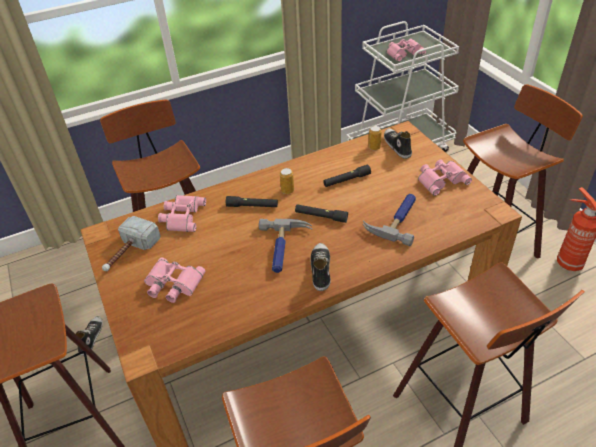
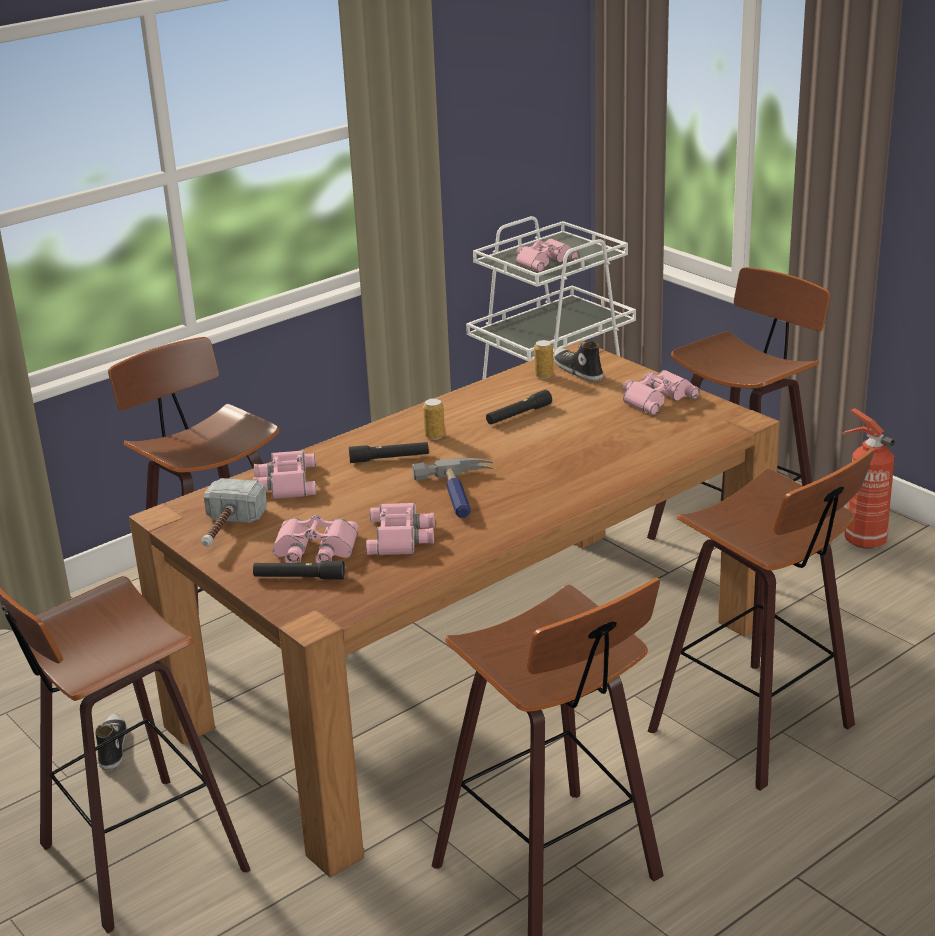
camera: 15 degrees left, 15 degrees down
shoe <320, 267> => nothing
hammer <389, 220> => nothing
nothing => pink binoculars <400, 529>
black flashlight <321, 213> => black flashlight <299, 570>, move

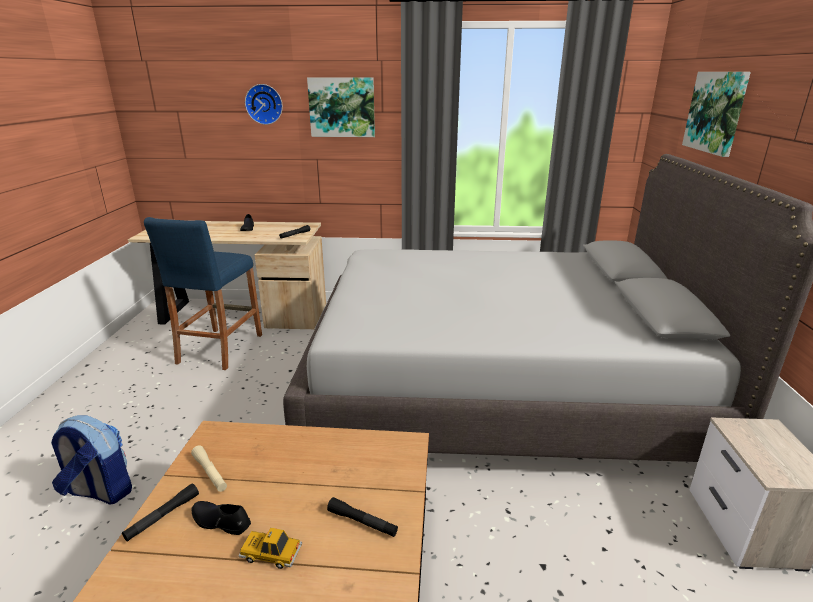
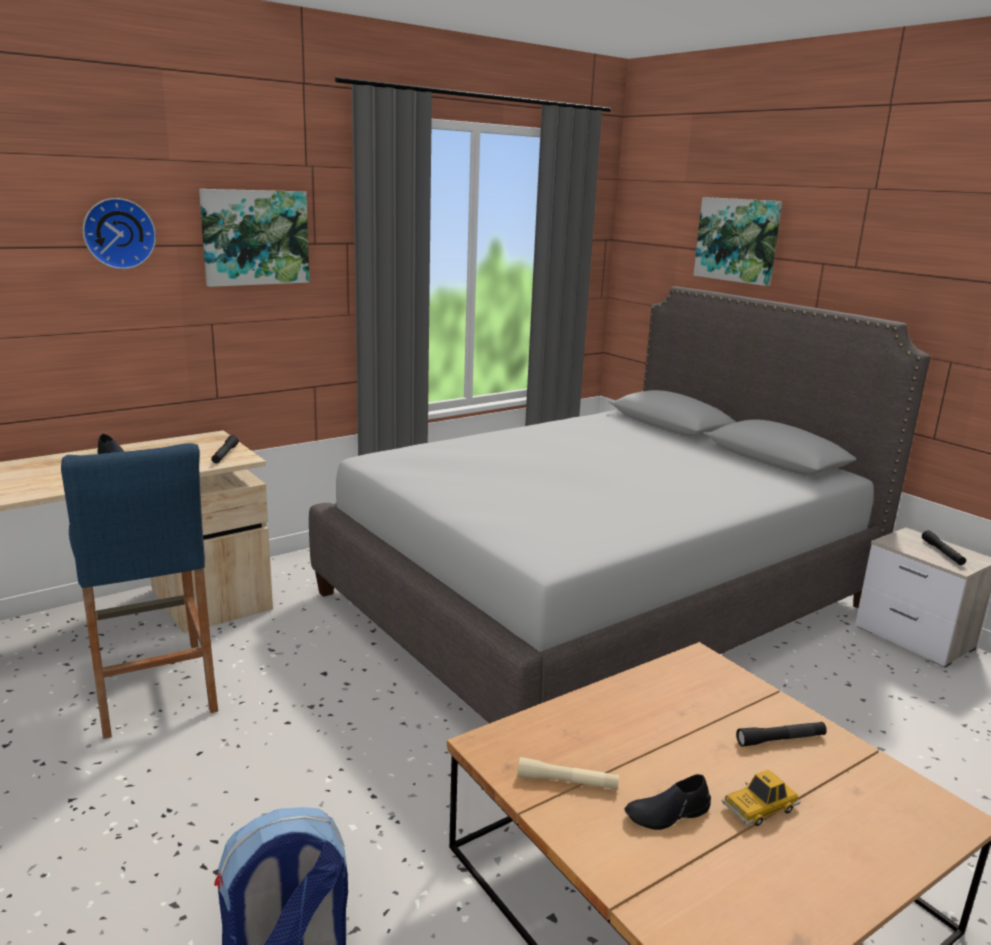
camera: 40 degrees left, 5 degrees down
black flashlight <160, 512> => black flashlight <944, 547>, move

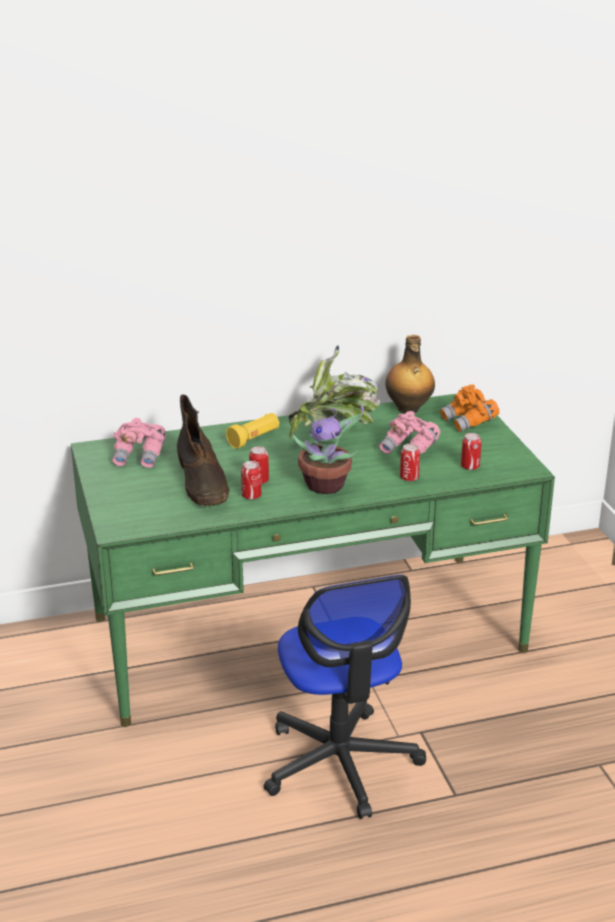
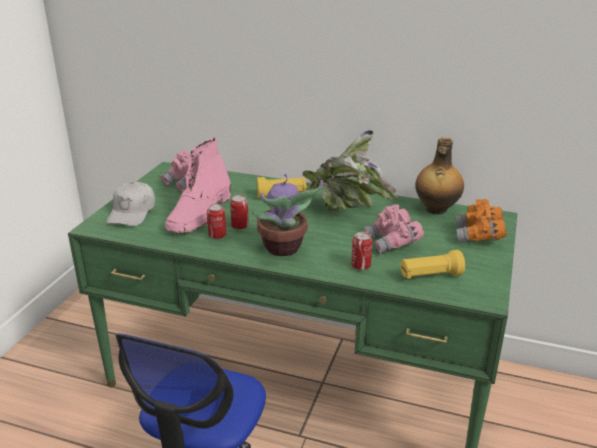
camera: 35 degrees right, 0 degrees up
nothing => white cap <130, 204>
can <471, 451> => yellow flashlight <432, 264>
brown boot <203, 450> => pink boot <198, 185>

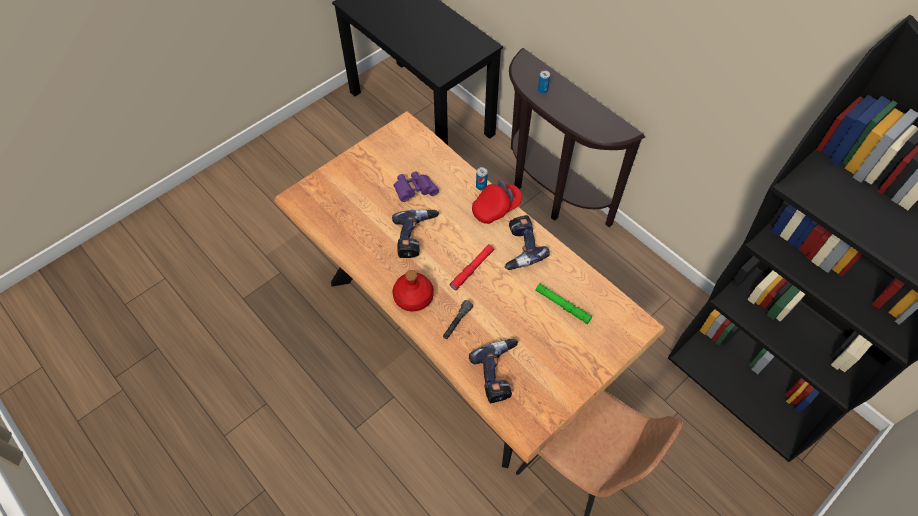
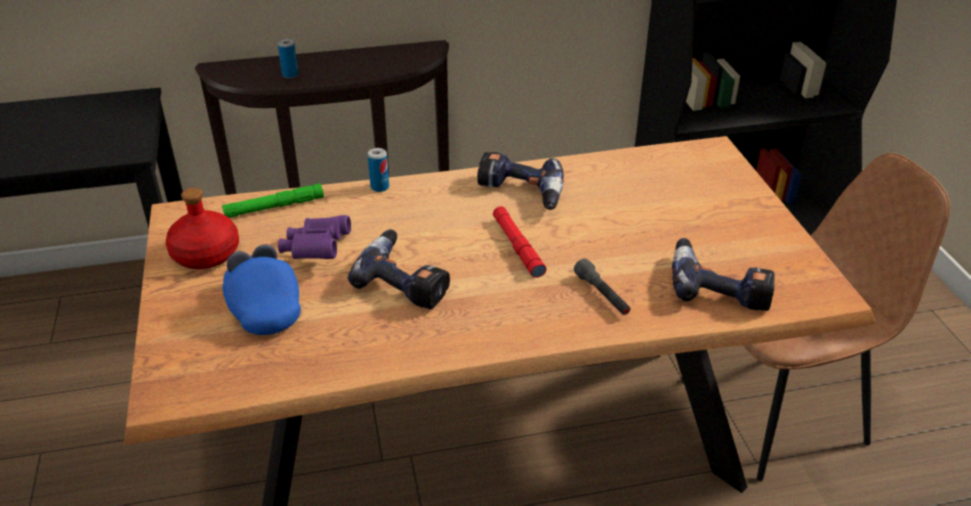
camera: 60 degrees left, 20 degrees down
red cap <497, 202> => nothing
nothing => blue cap <262, 289>
red bottle <413, 290> => red bottle <202, 228>, move
green flashlight <564, 304> => green flashlight <273, 200>, move

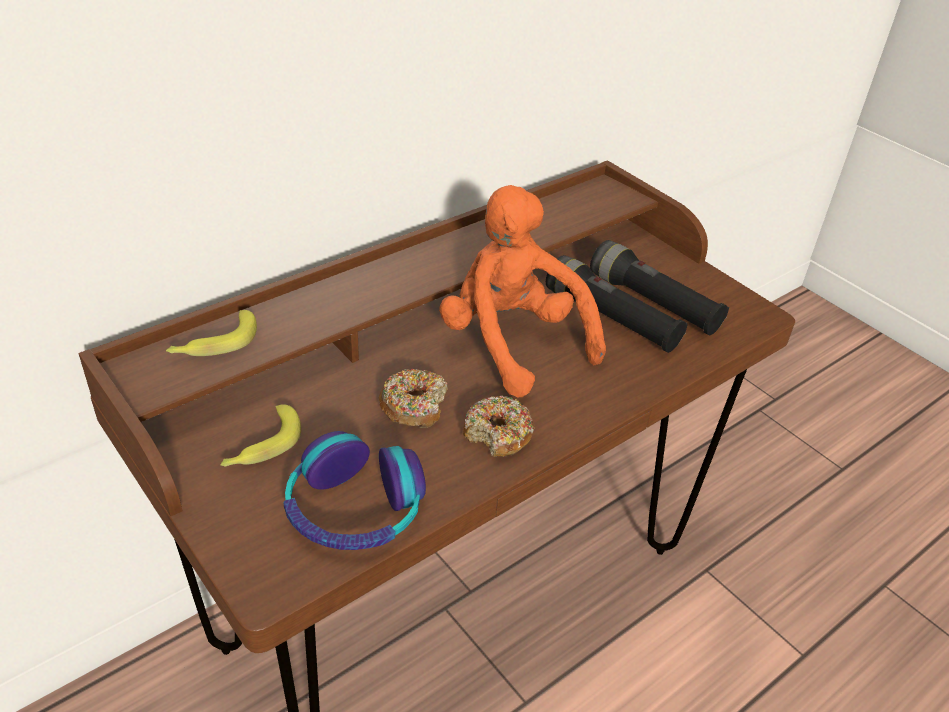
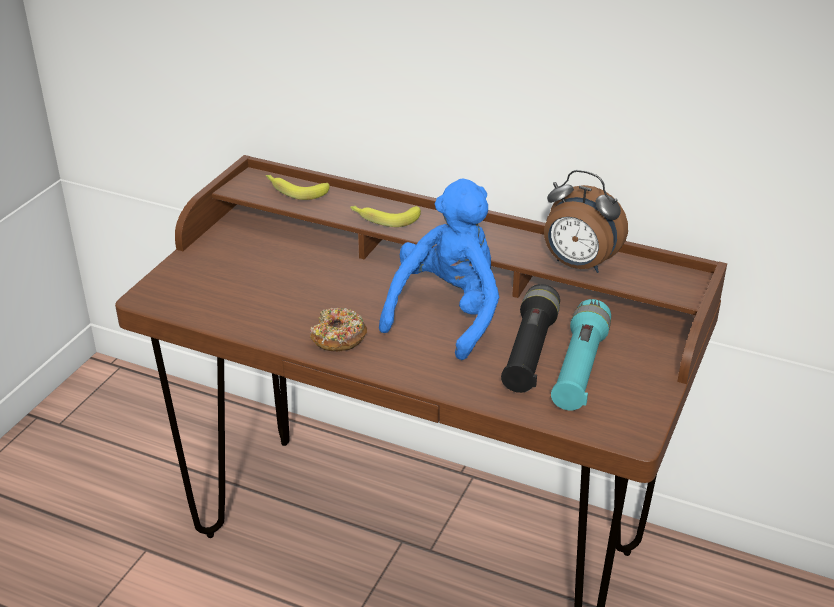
camera: 65 degrees right, 5 degrees down
headphones <354, 490> => nothing
donut <413, 398> => nothing
nothing => alarm clock <586, 221>
banana <260, 435> => banana <385, 216>, move
orange plush toy <522, 291> => blue plush toy <439, 269>
black flashlight <659, 287> => turquoise flashlight <581, 355>

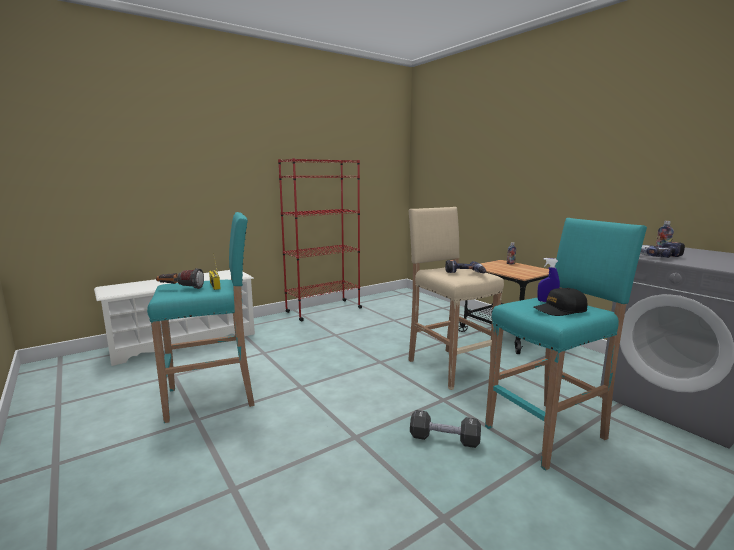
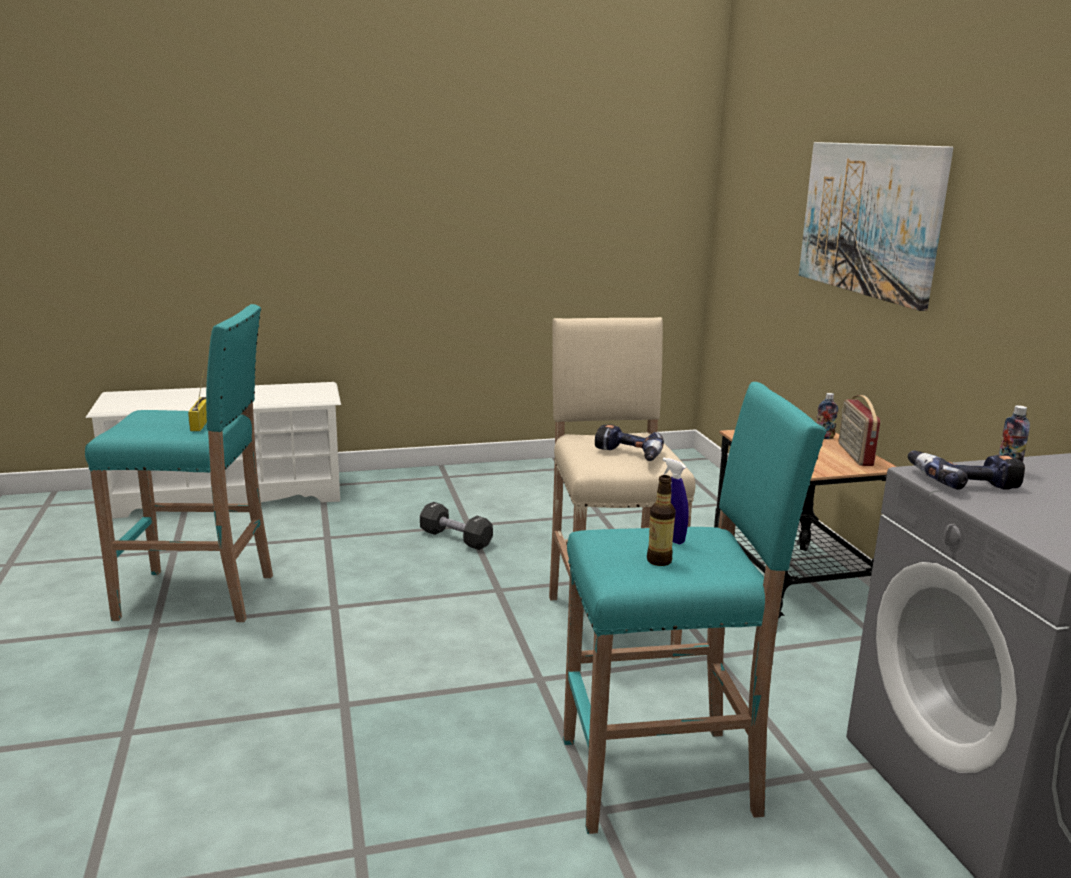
camera: 20 degrees right, 5 degrees up
flashlight <180, 278> => nothing
red bookcase <320, 239> => nothing
nothing => picture <876, 226>
nothing => radio <859, 430>
black dumbbell <445, 429> => black dumbbell <456, 526>, move
black cap <560, 302> => bottle <661, 520>

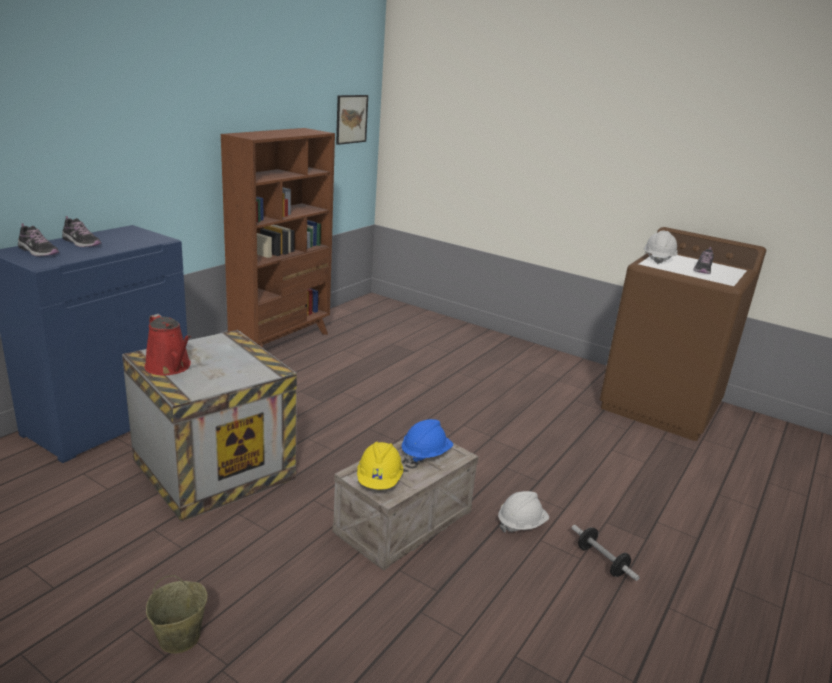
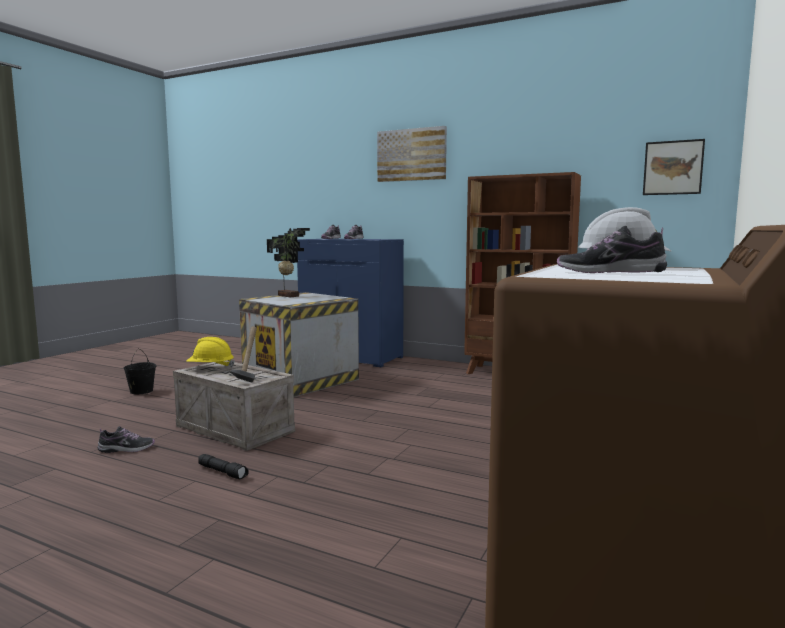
camera: 85 degrees right, 15 degrees down
dumbbell <606, 553> => nothing
nothing => shoe <126, 439>
nothing => picture <412, 154>
red watering can <167, 345> => potted plant <288, 262>
blue hard hat <427, 441> => hammer <243, 354>
white hard hat <523, 512> => black flashlight <223, 466>
beige bucket <176, 614> => black bucket <139, 371>

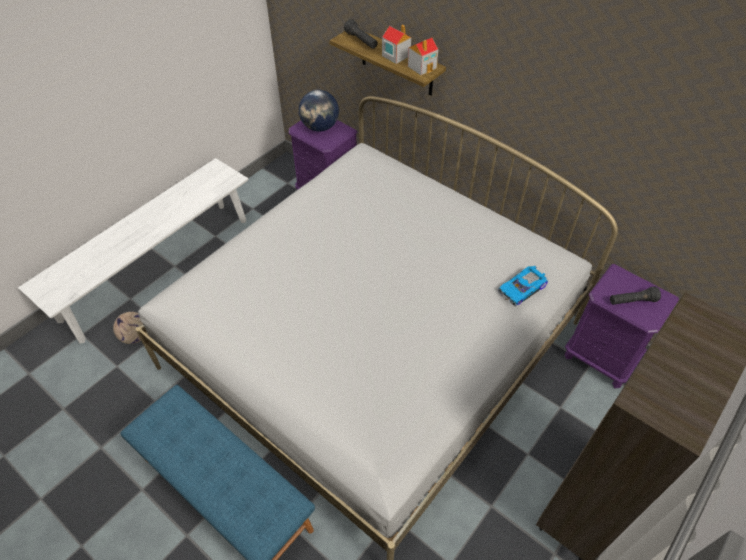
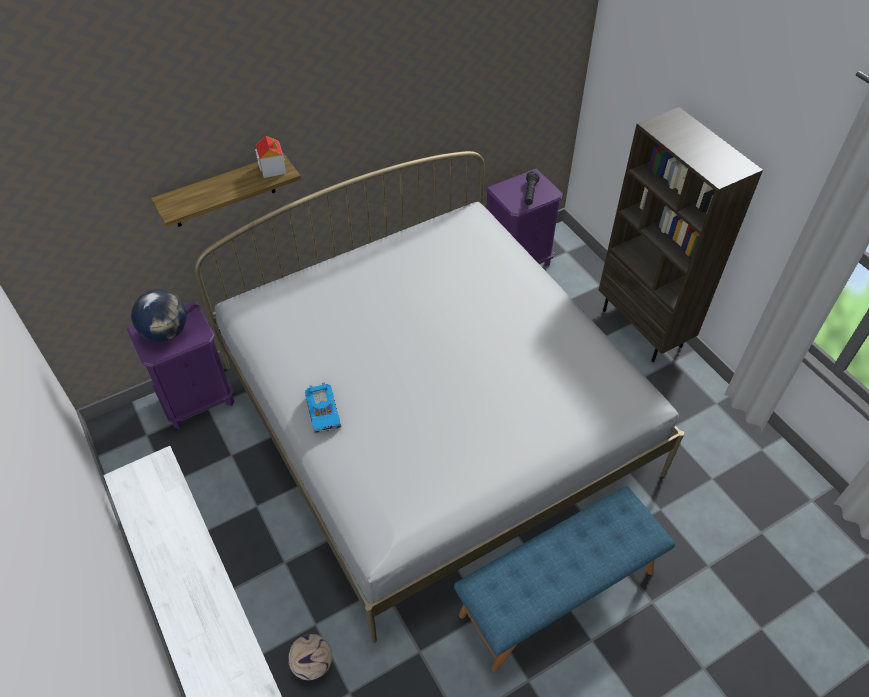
camera: 70 degrees left, 0 degrees up
black flashlight <361, 34> => nothing
toy house <396, 44> => nothing
toy car <523, 286> => toy car <323, 408>, move

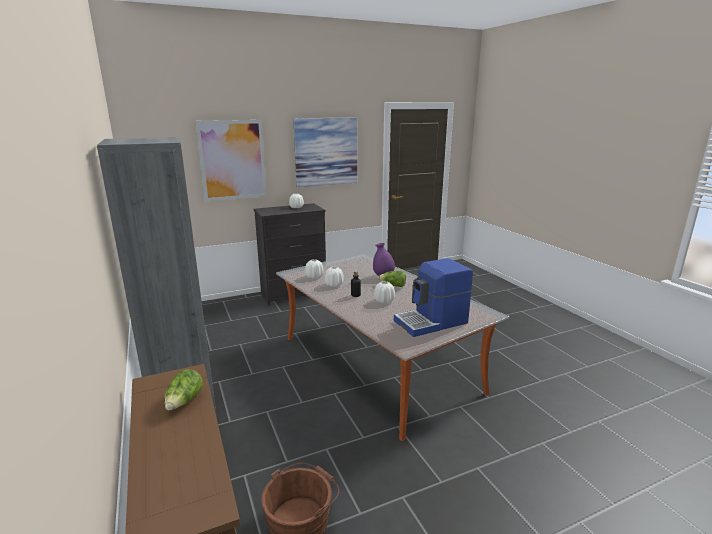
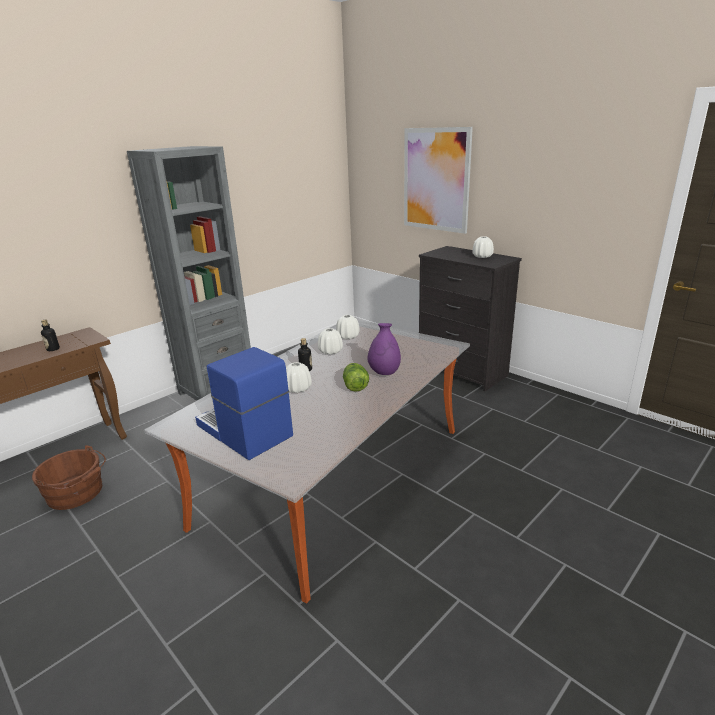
camera: 70 degrees right, 5 degrees up
picture <325, 152> => nothing
lettuce <184, 390> => bottle <50, 335>

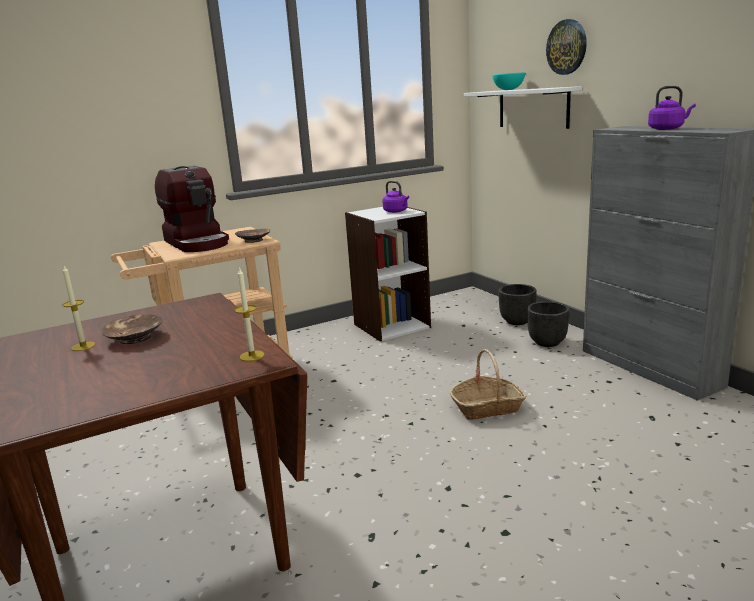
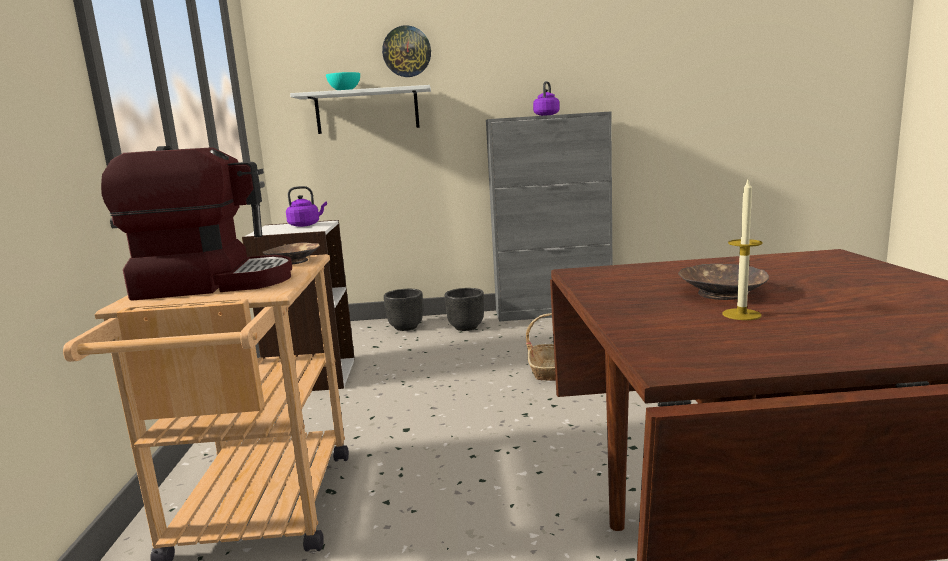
camera: 65 degrees left, 5 degrees down
candle <249, 314> => nothing

